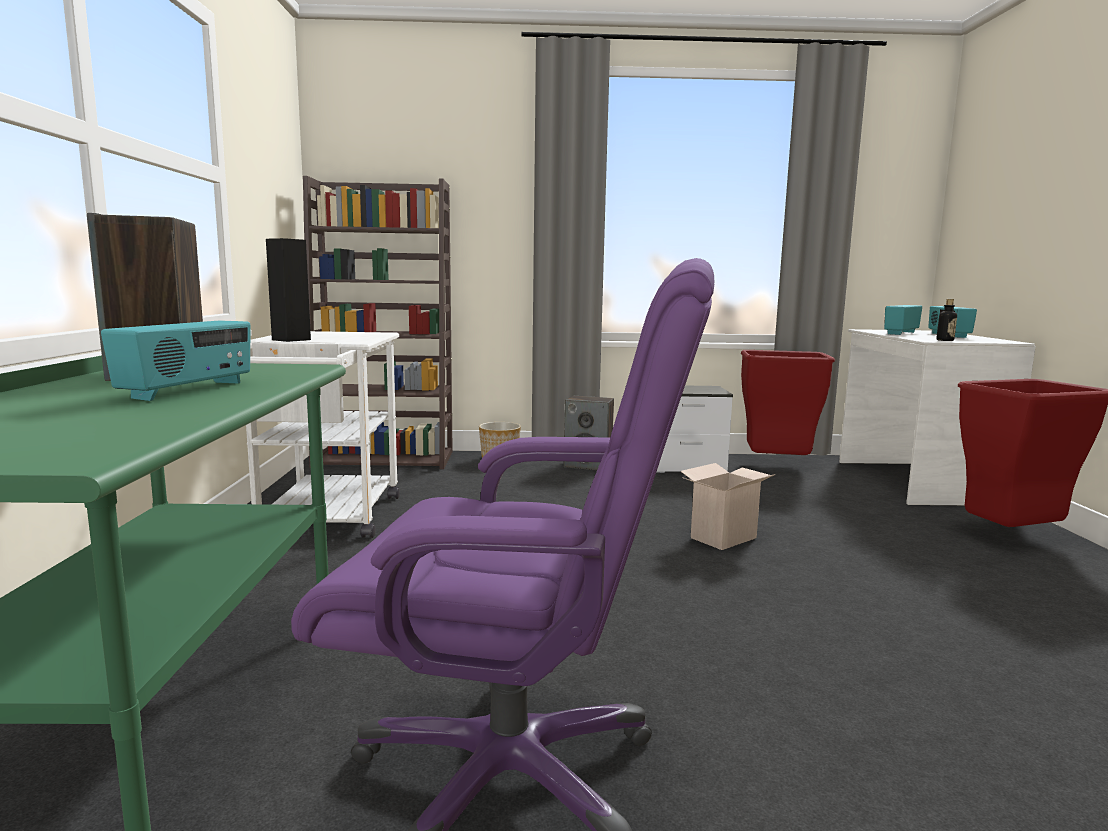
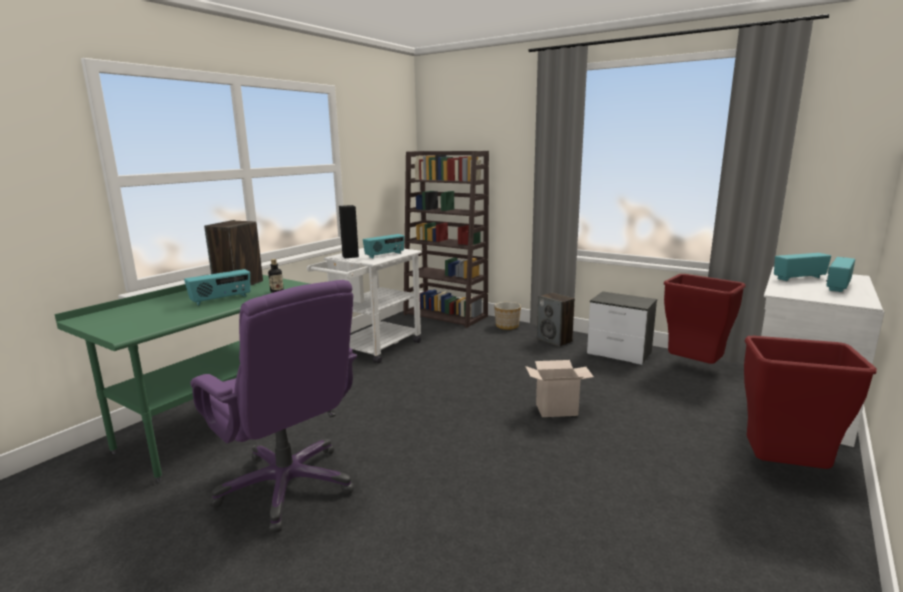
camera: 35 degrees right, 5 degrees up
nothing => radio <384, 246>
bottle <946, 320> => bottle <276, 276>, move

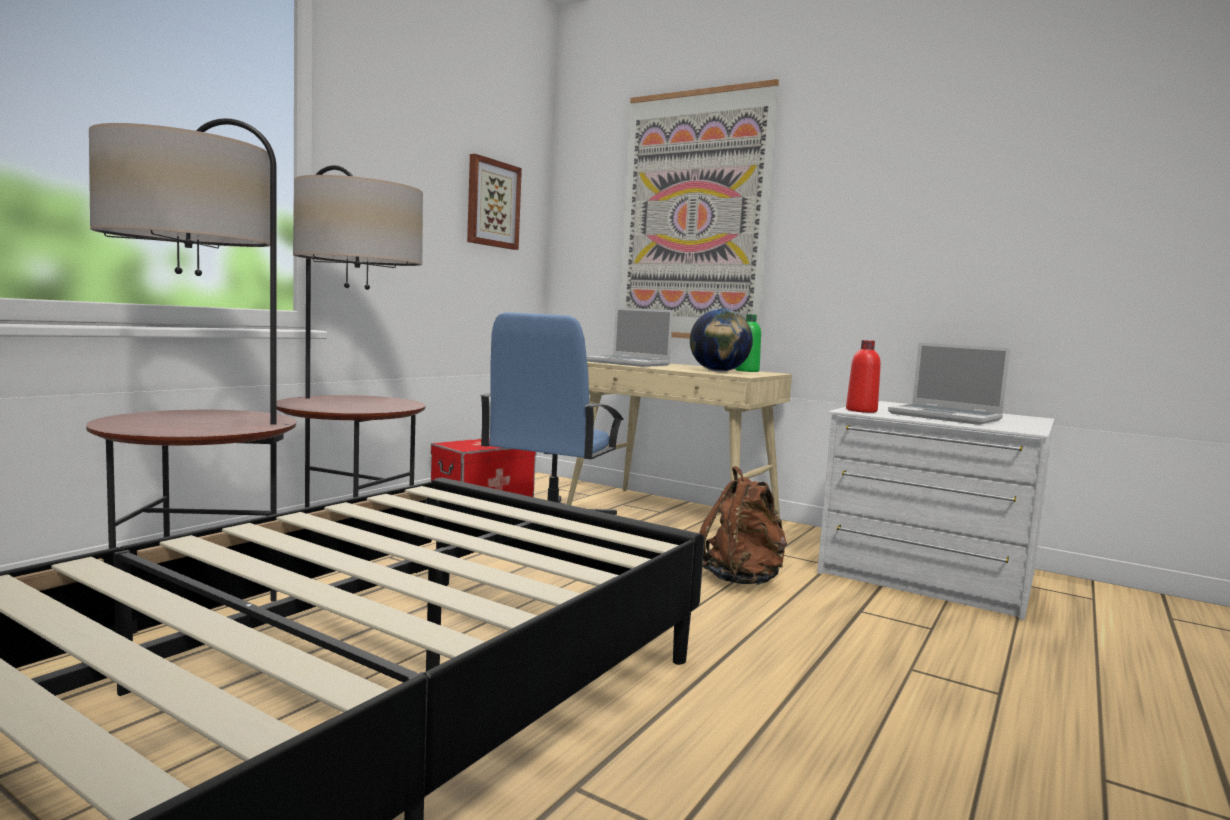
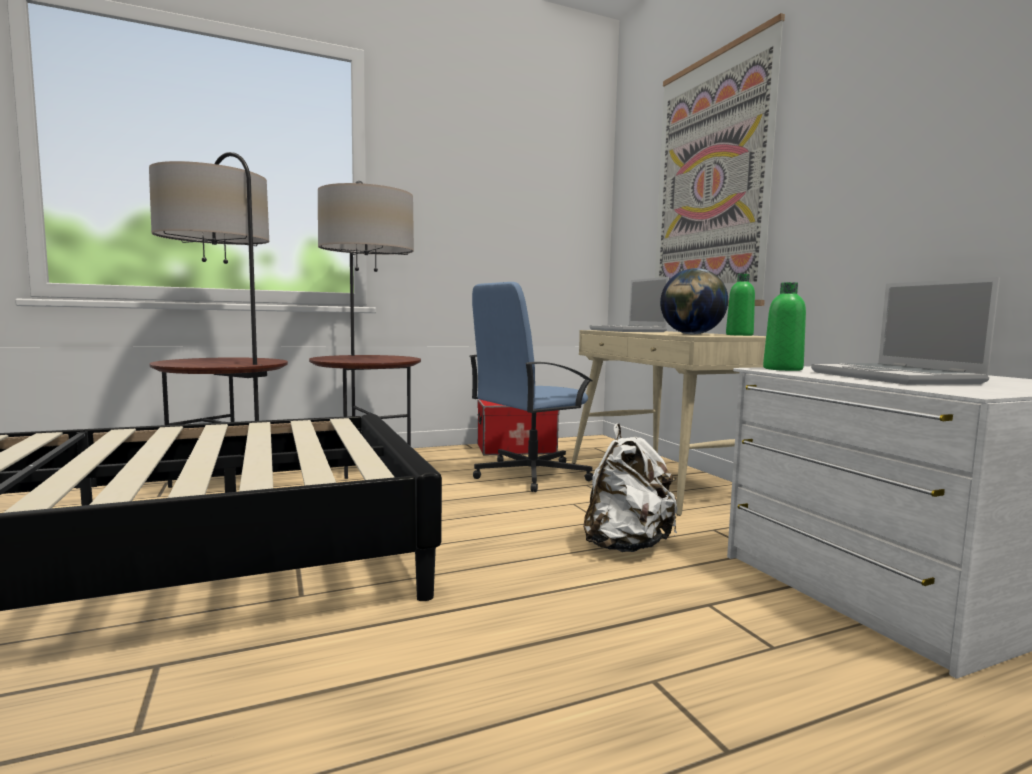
camera: 35 degrees right, 0 degrees up
picture <494, 202> => nothing
brown backpack <743, 525> => white backpack <630, 487>
red bottle <863, 376> => green bottle <784, 326>

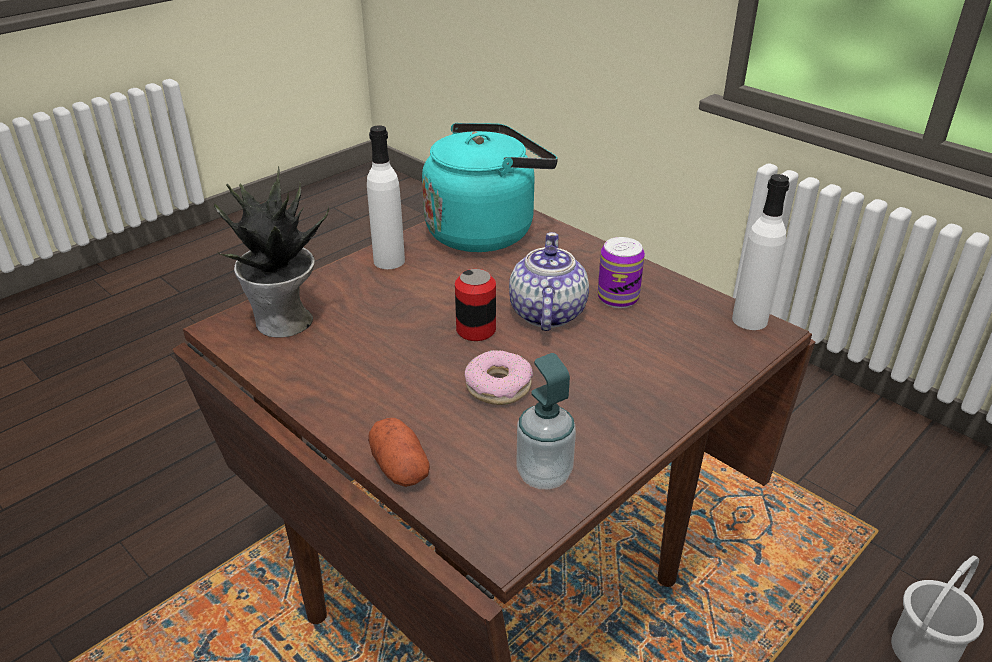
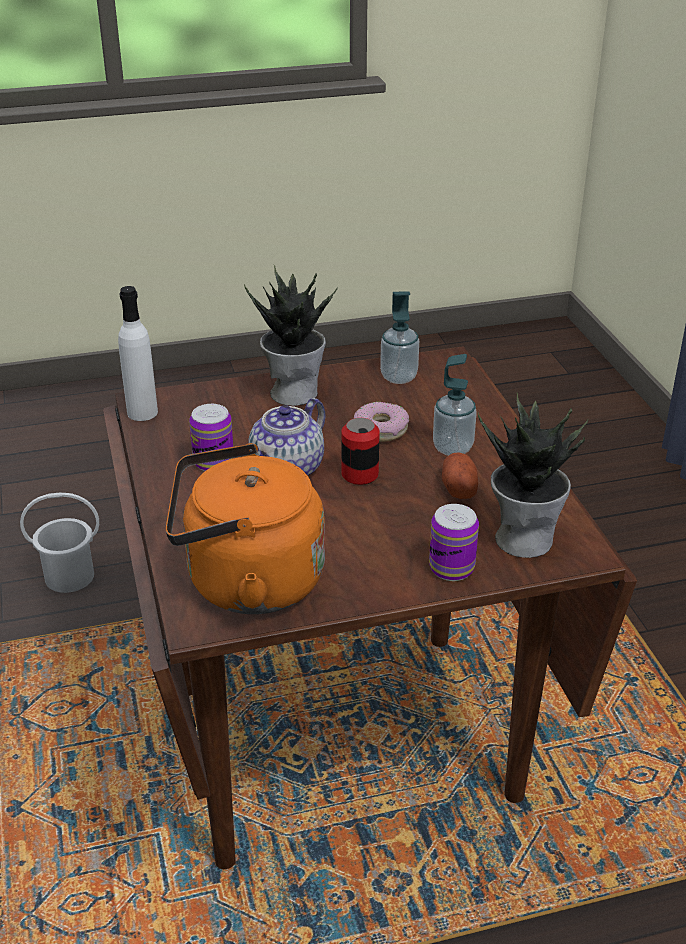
camera: 150 degrees left, 0 degrees up
white bottle <386, 197> => nothing
nothing => potted plant <291, 335>
nothing => can <454, 542>
nothing => soap dispenser <455, 405>
potato <399, 452> => potato <460, 475>, move
turquoise kettle <490, 187> => orange kettle <245, 528>

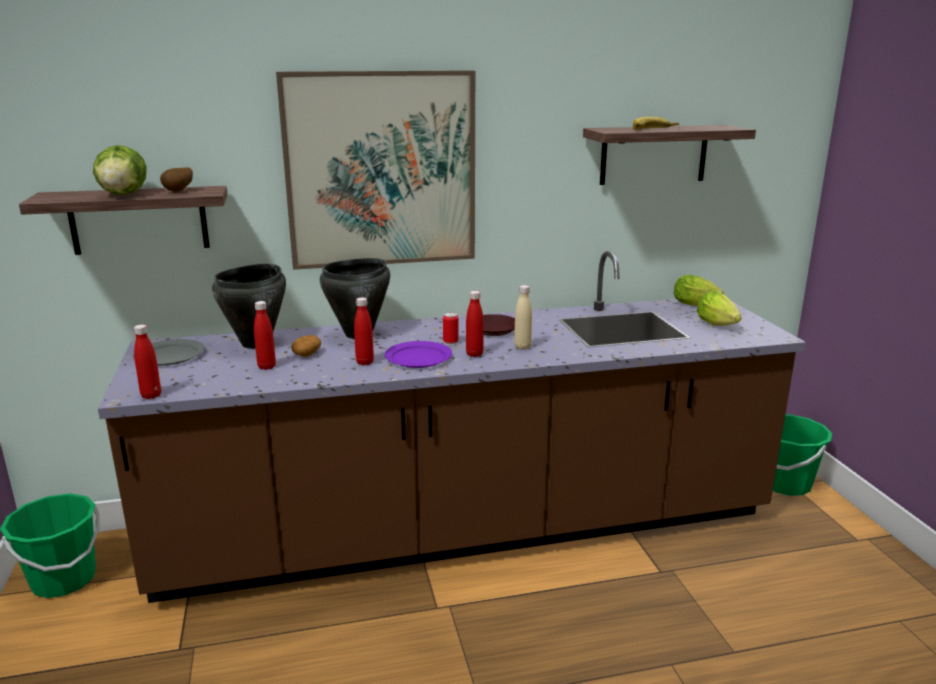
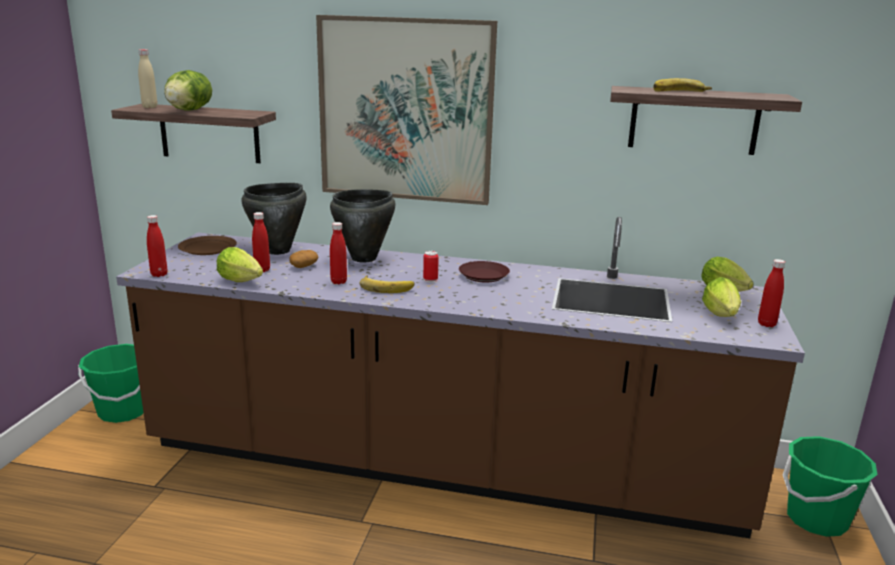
camera: 25 degrees right, 0 degrees up
potato <176, 179> => nothing
nothing => lettuce <240, 264>
red bottle <475, 324> => red bottle <771, 293>, move
beige bottle <523, 317> => beige bottle <147, 78>, move
purple plate <418, 354> => banana <387, 284>
grey plate <169, 352> => brown plate <207, 245>

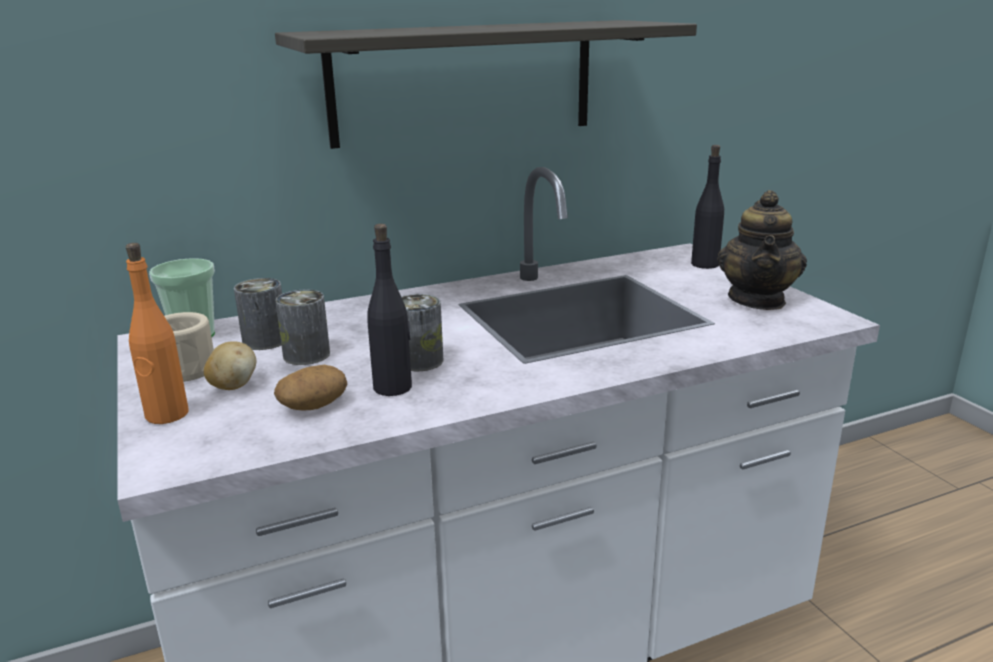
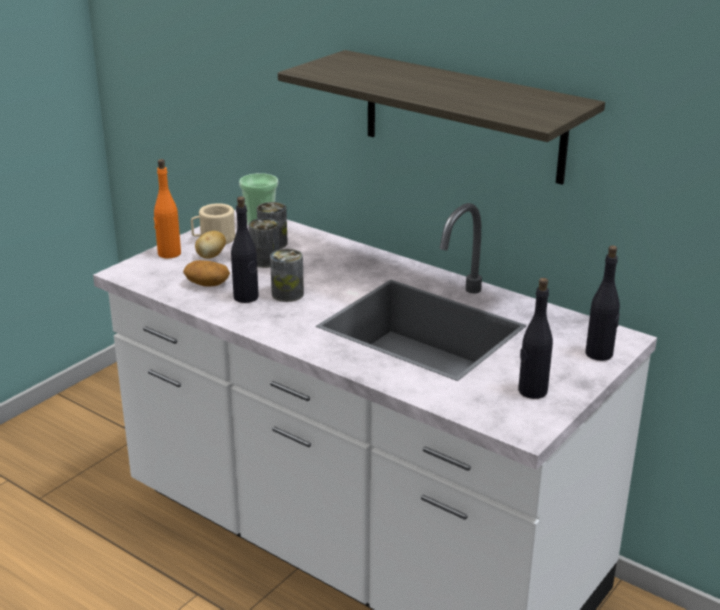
camera: 60 degrees right, 5 degrees up
teapot <762, 250> => black bottle <535, 338>

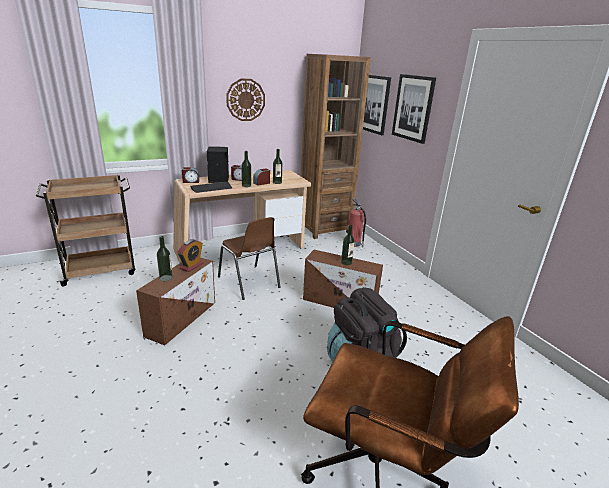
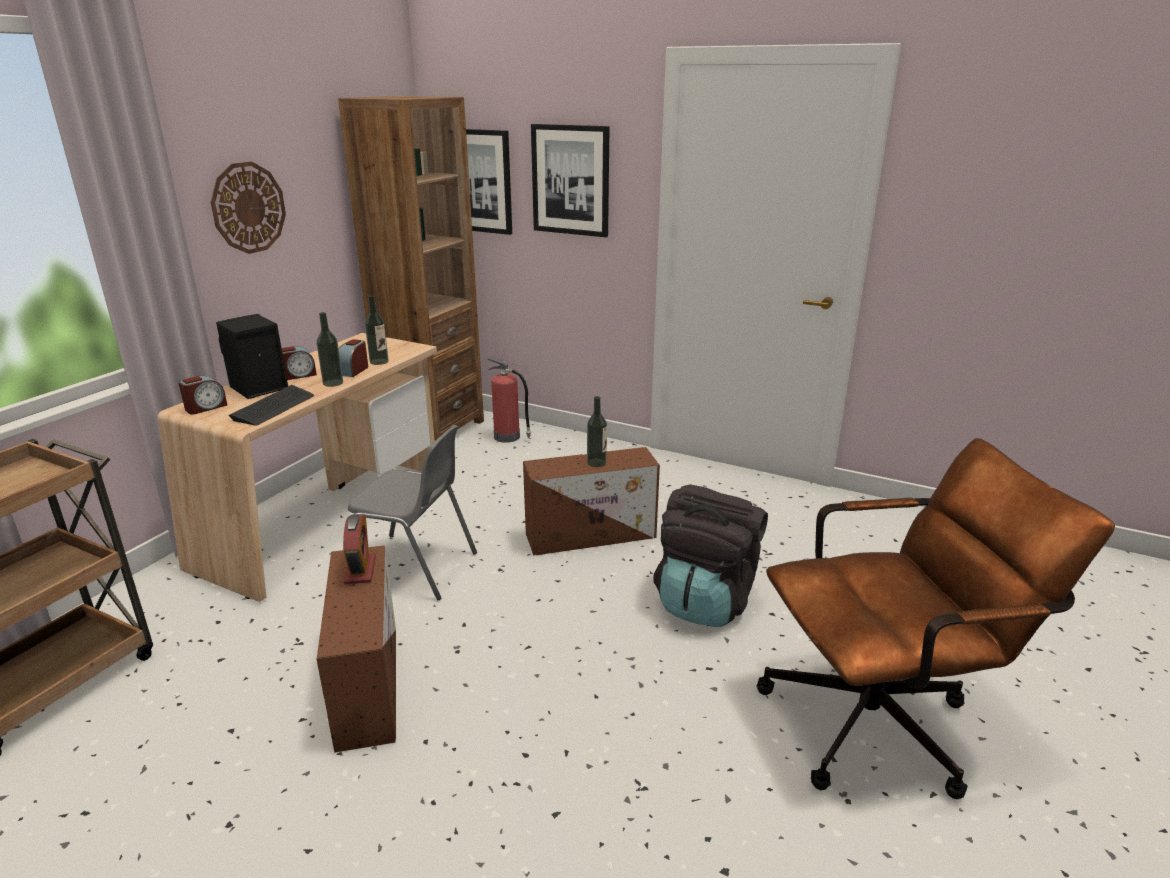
camera: 35 degrees left, 0 degrees up
bottle <165, 258> => nothing
brown chair <249, 258> => grey chair <412, 512>

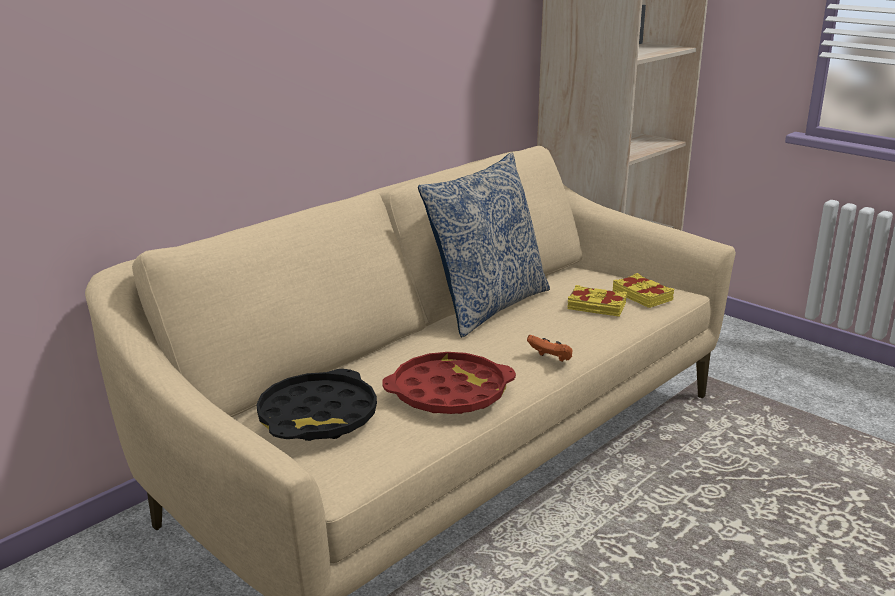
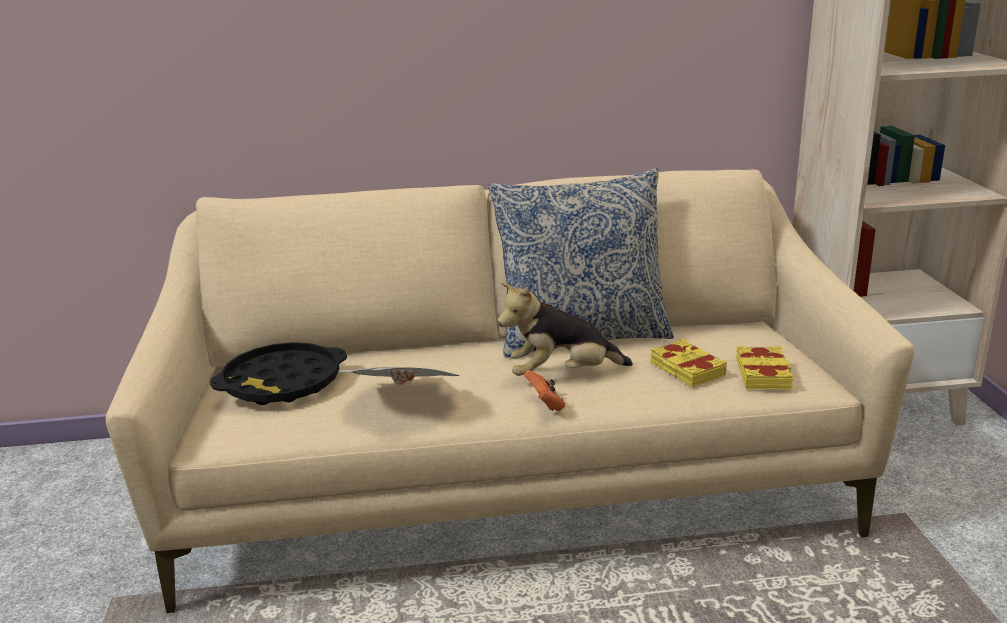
camera: 40 degrees right, 0 degrees up
nothing => plush toy <565, 329>
red tray <449, 383> => newspaper <398, 376>

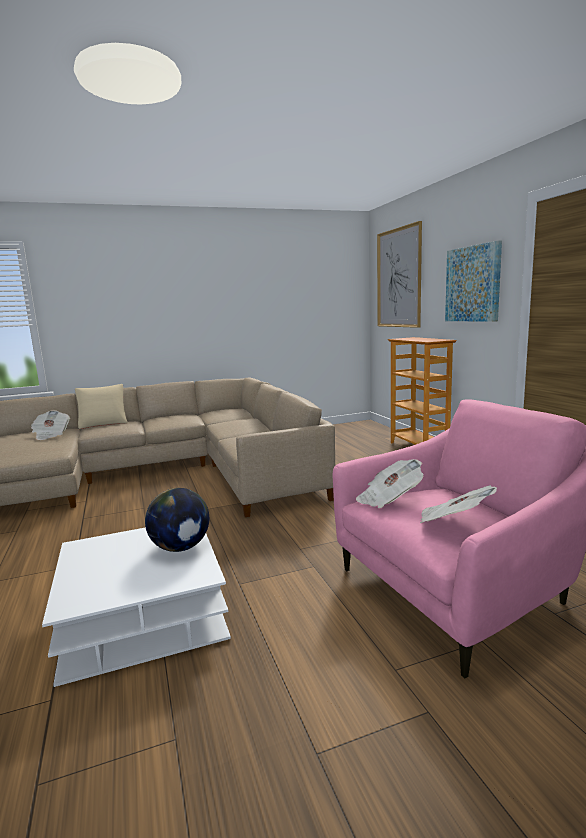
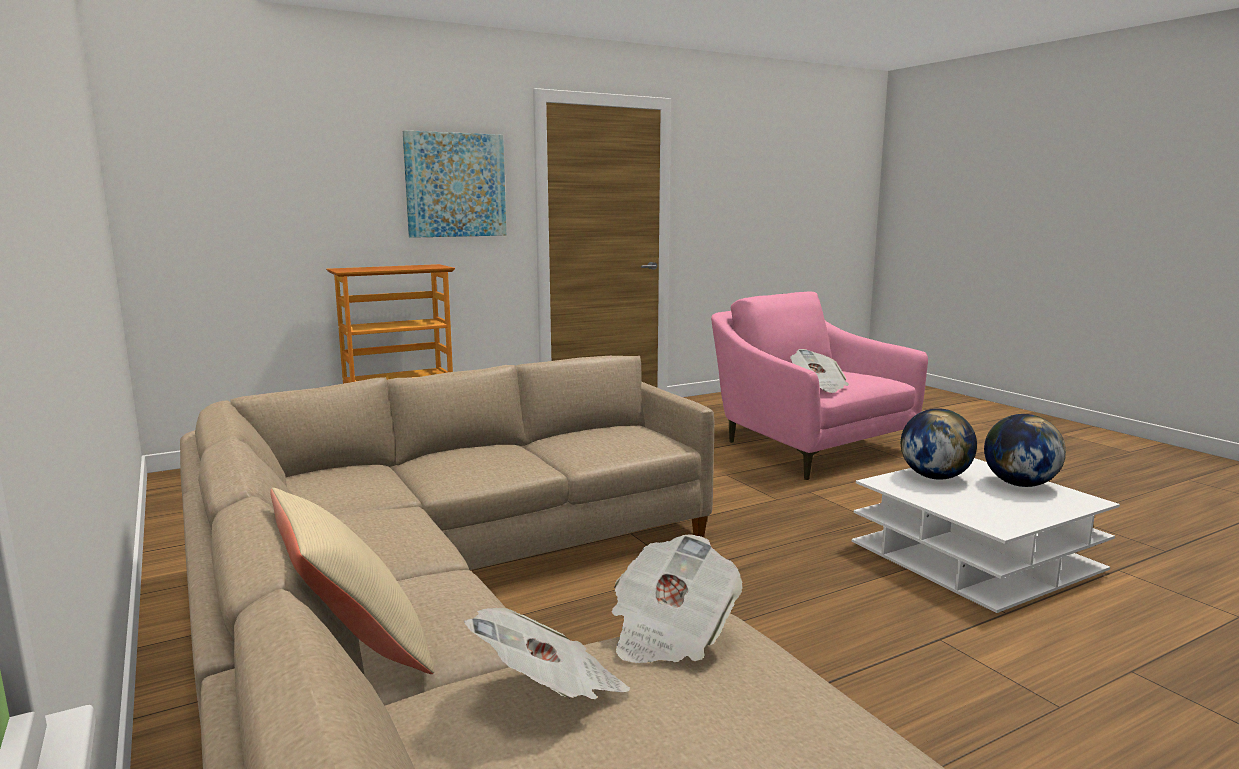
camera: 100 degrees left, 0 degrees up
picture <399, 274> => nothing
nothing => globe <1025, 450>
newspaper <458, 504> => newspaper <677, 598>, move

